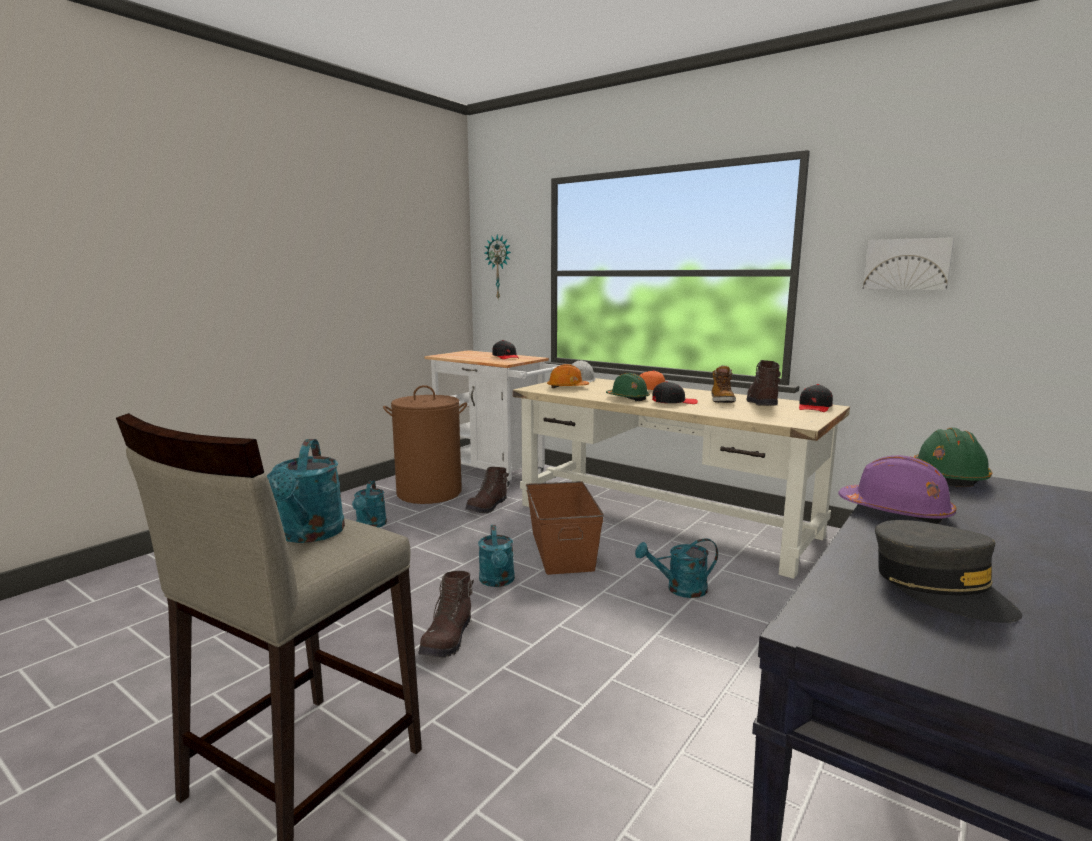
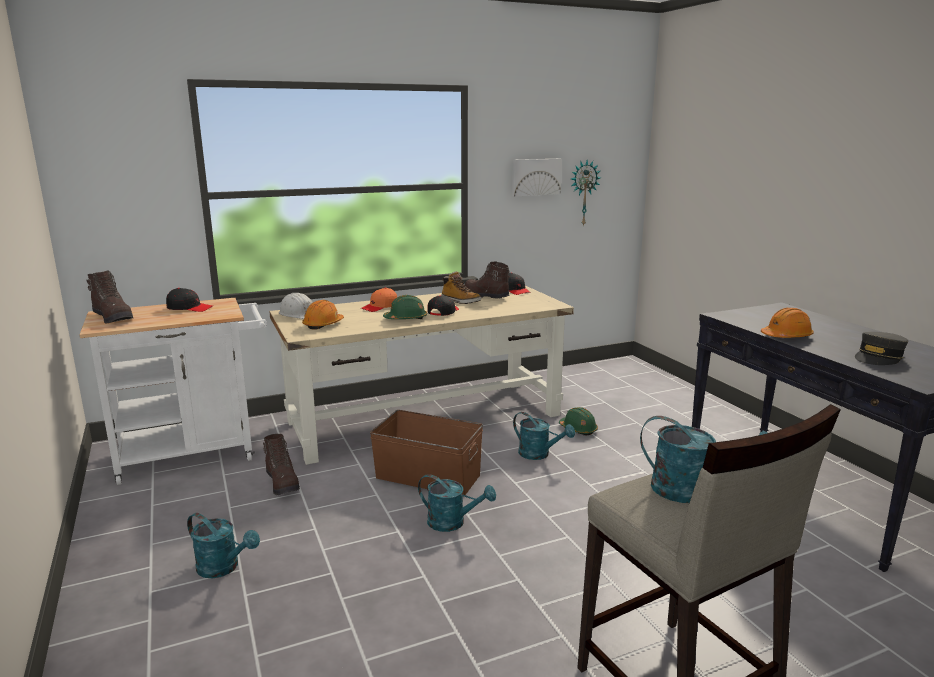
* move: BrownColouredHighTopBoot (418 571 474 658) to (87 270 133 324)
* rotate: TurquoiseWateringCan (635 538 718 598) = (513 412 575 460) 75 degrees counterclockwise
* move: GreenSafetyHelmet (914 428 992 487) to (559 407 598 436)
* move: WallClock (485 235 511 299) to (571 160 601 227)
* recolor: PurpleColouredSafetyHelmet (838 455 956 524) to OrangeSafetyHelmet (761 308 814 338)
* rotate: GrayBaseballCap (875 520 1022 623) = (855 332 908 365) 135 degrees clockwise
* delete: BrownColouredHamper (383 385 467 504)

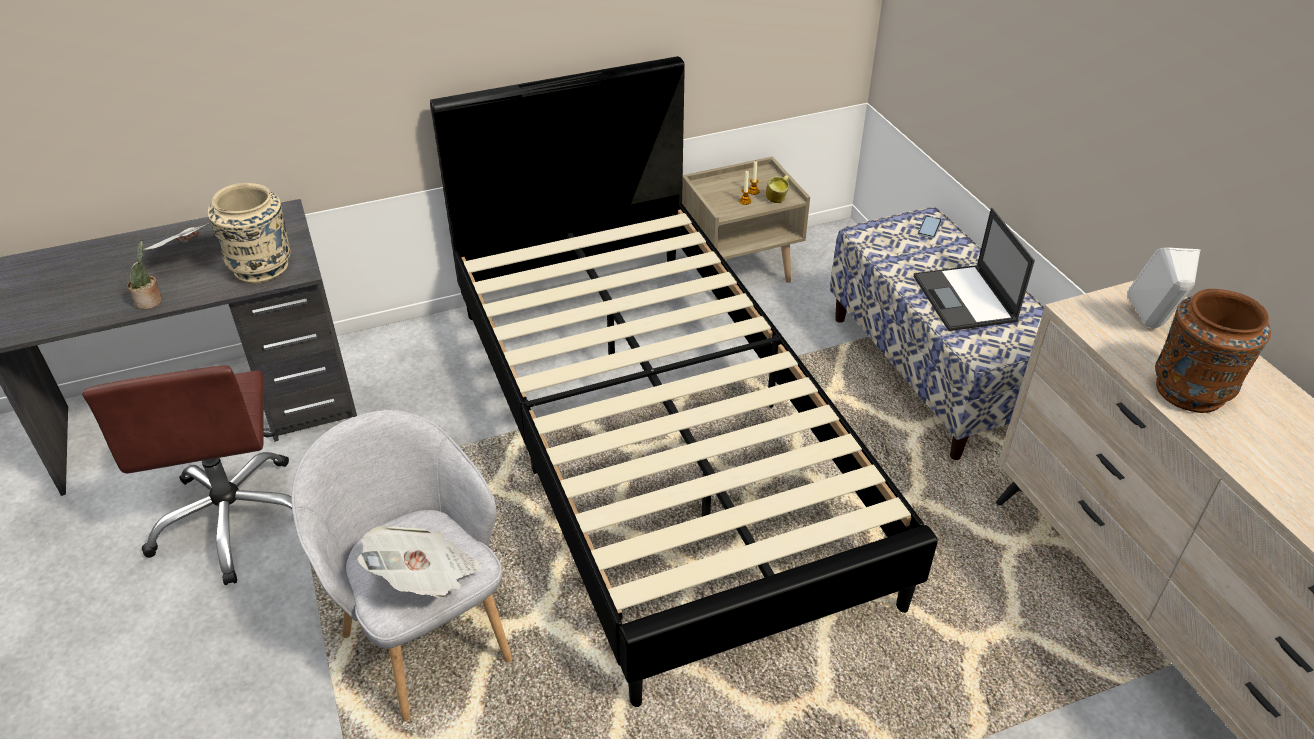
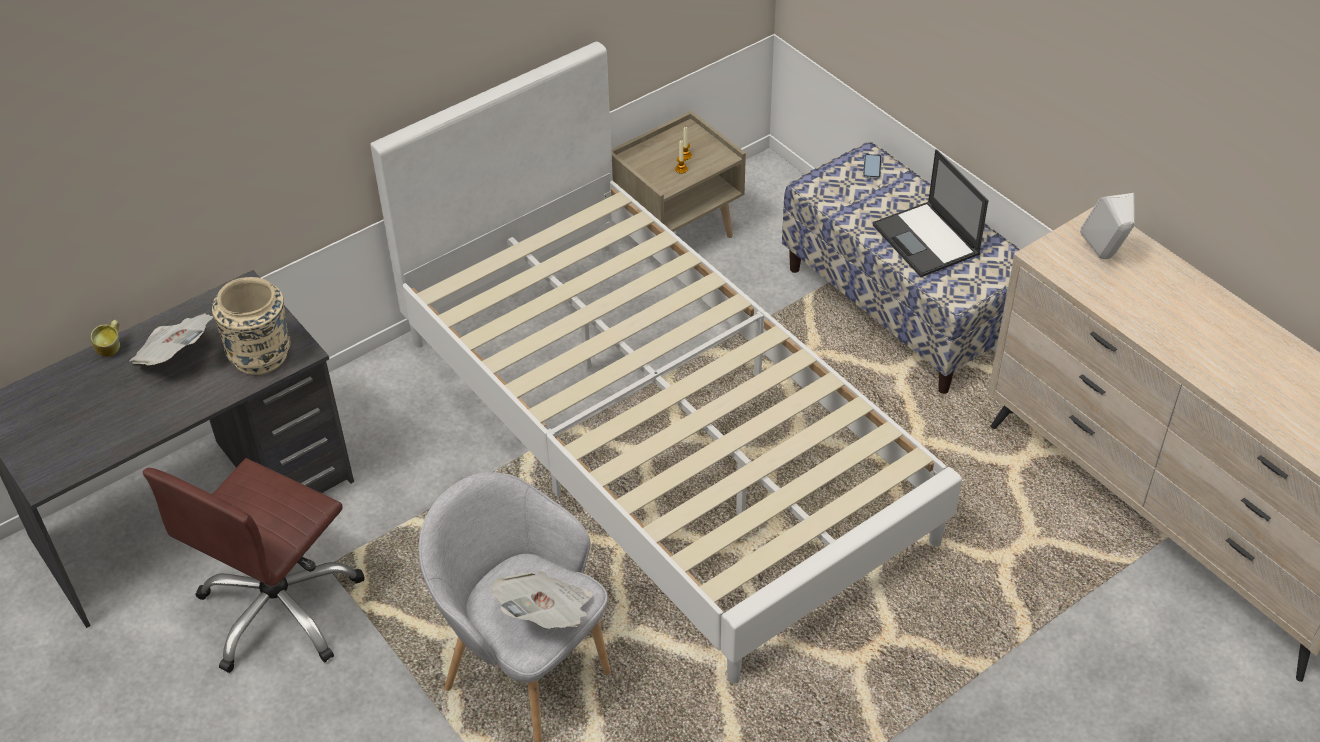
* move: CoffeeMug (766 175 789 203) to (91 320 120 357)
* rotate: BrownColouredComputerChair (82 366 292 585) = (143 458 365 673) 60 degrees clockwise
* recolor: BlackColouredBedroomBed (430 56 938 707) to WhiteColouredBedroomBed (371 41 962 684)
* delete: Houseplant (128 241 162 309)
* delete: BrownColouredDecorativeVase (1155 289 1271 413)

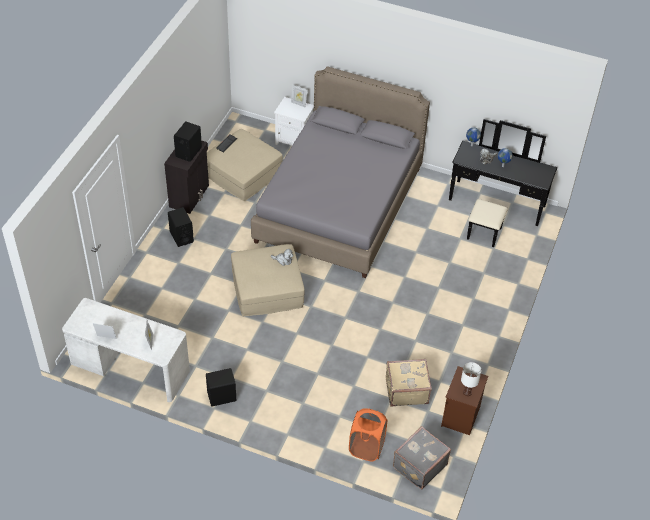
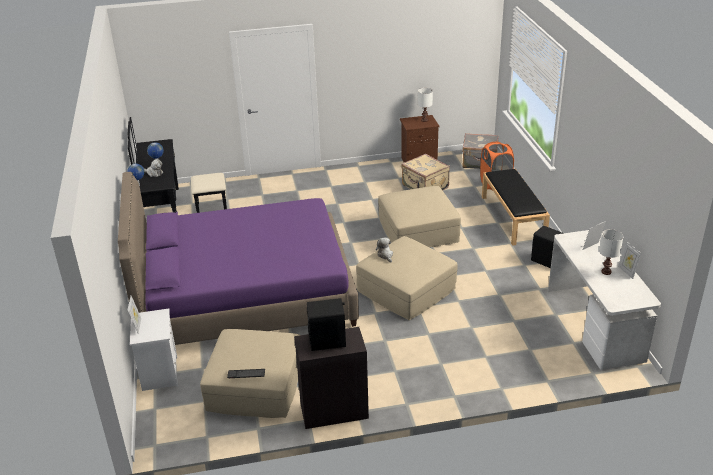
* recolor: GrayBedroomBed (251 66 430 278) to PurpleColouredBedroomBed (118 172 359 345)
* insert: SandColouredFootrest (378 186 461 247)
* insert: BlackColouredIndoorBench (482 169 550 246)
* insert: WhiteColouredTabletopLamp (599 229 624 275)
* delete: BlackColouredSpeaker (168 207 194 247)

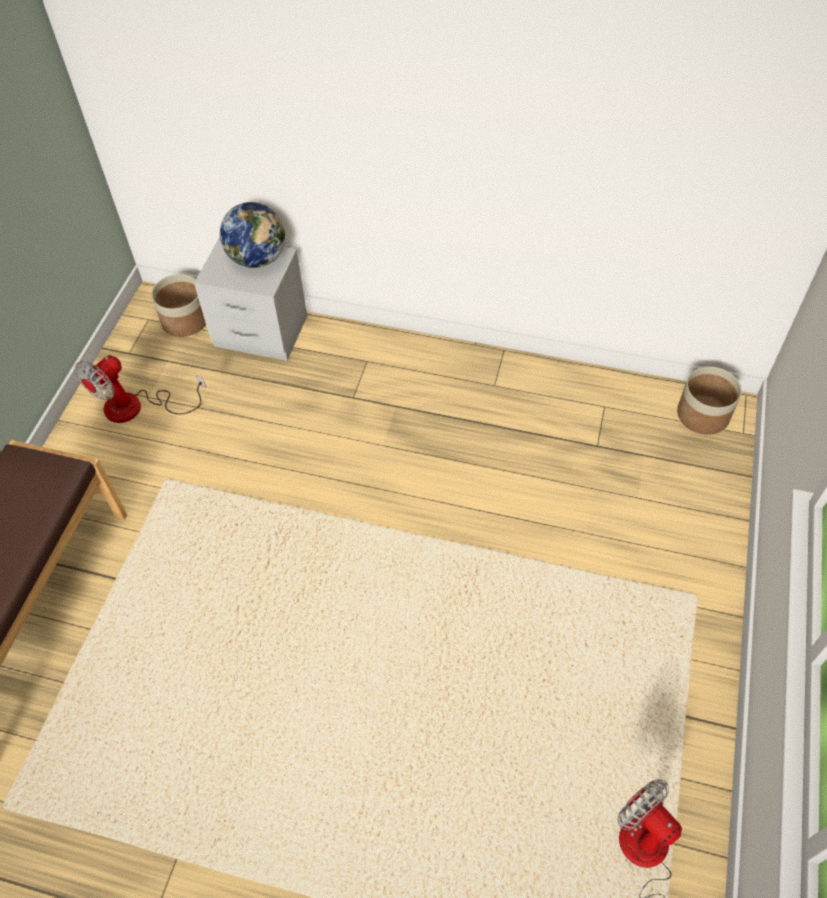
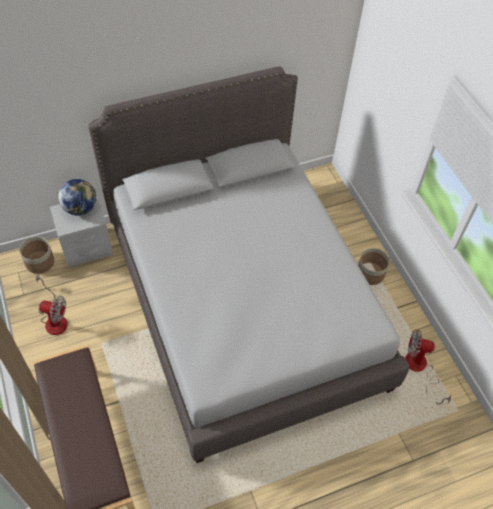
* rotate: Fan (75 355 206 423) = (36 274 67 335) 75 degrees counterclockwise
* insert: GrayBedroomBed (88 66 409 463)
* move: PlantPot (677 367 742 435) to (358 248 390 285)

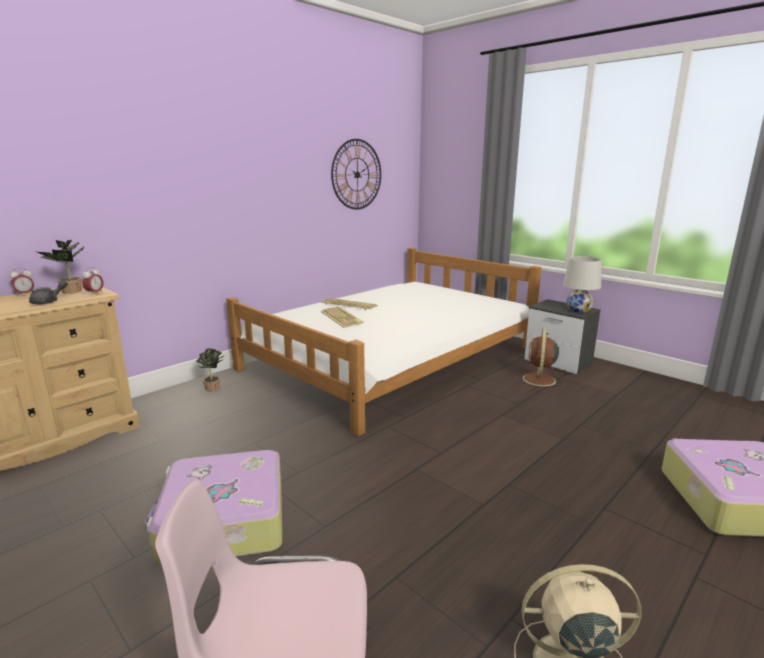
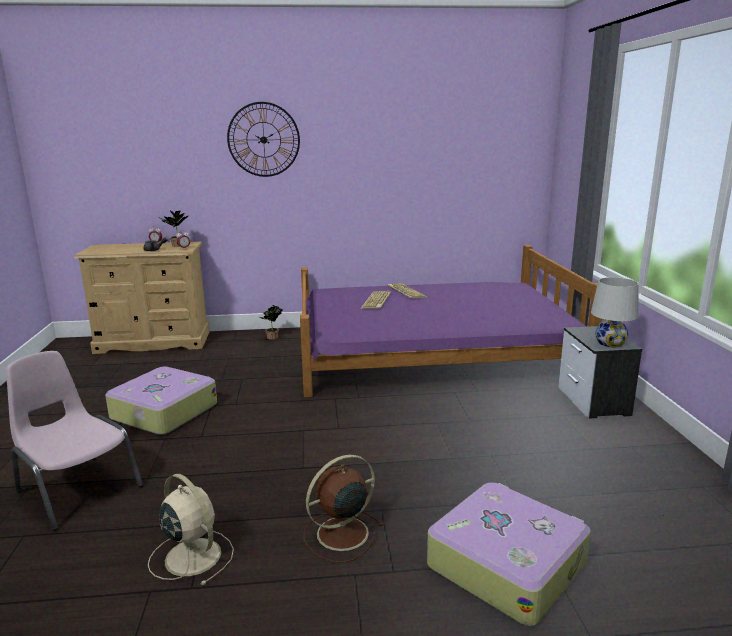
* move: WallClock (331 139 381 210) to (227 102 300 177)
* recolor: WhiteColouredBedroomBed (226 248 541 436) to PurpleColouredBedroomBed (300 245 602 397)
* move: BrownColouredFan (516 328 564 390) to (304 455 384 563)

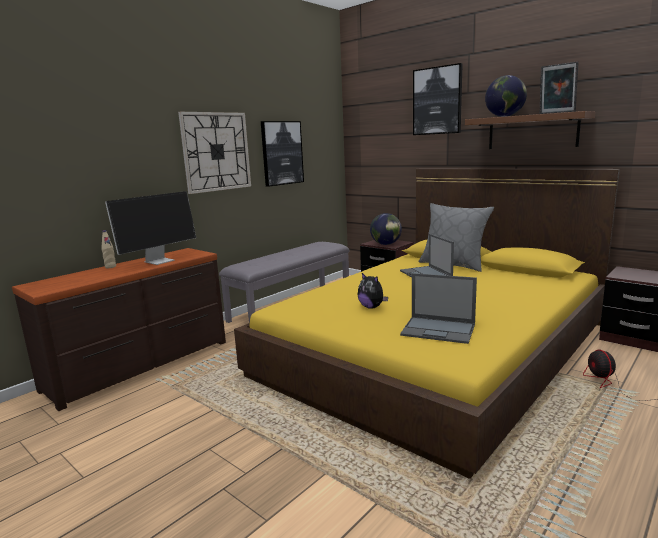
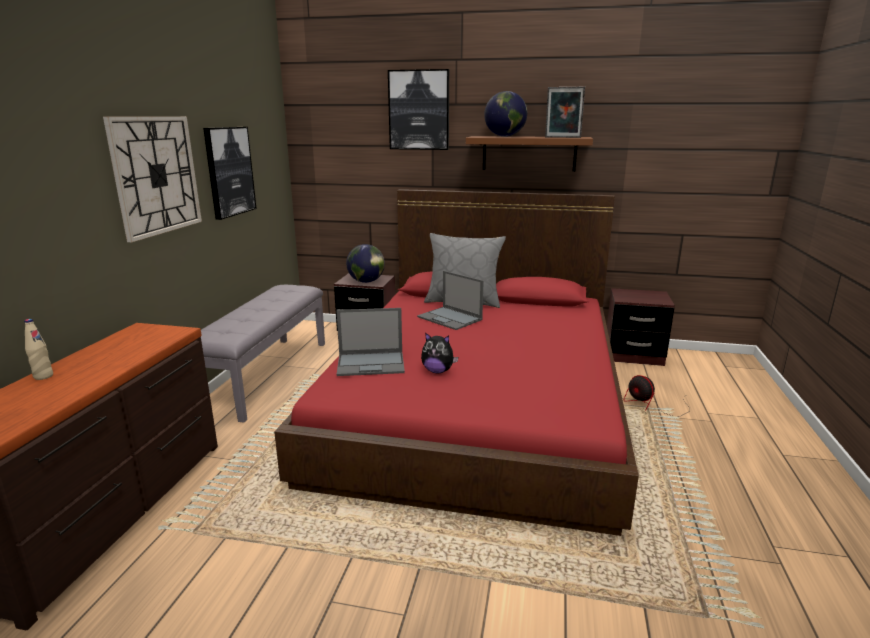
* recolor: YellowishBedroomBed (234 169 620 479) to RedColouredBedroomBed (274 189 639 536)
* move: NotebookComputer (400 273 477 344) to (336 308 405 376)
* delete: ComputerDisplay (105 191 196 265)

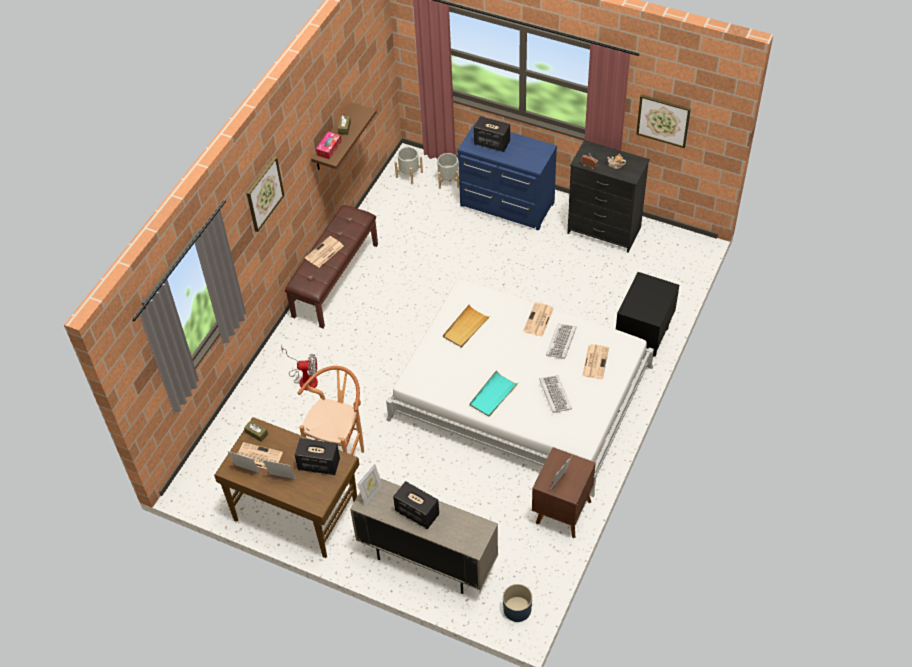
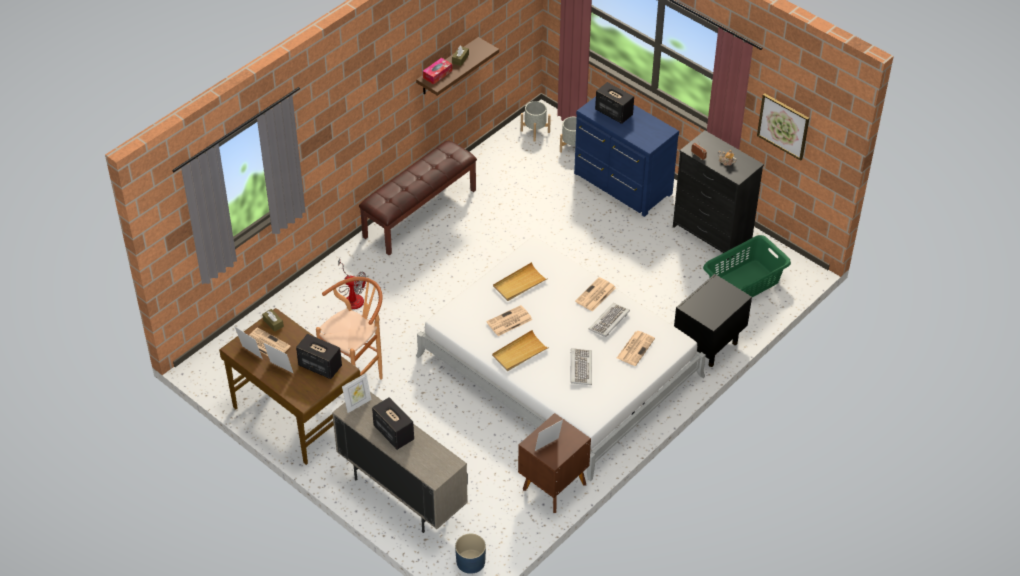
* move: PrintedPaper (305 236 343 267) to (486 305 532 336)
* recolor: TurquoiseServingTray (469 370 518 417) to SandColouredServingTray (492 330 549 371)
* insert: GreenHamper (703 235 791 297)
* delete: Picture (247 156 285 232)

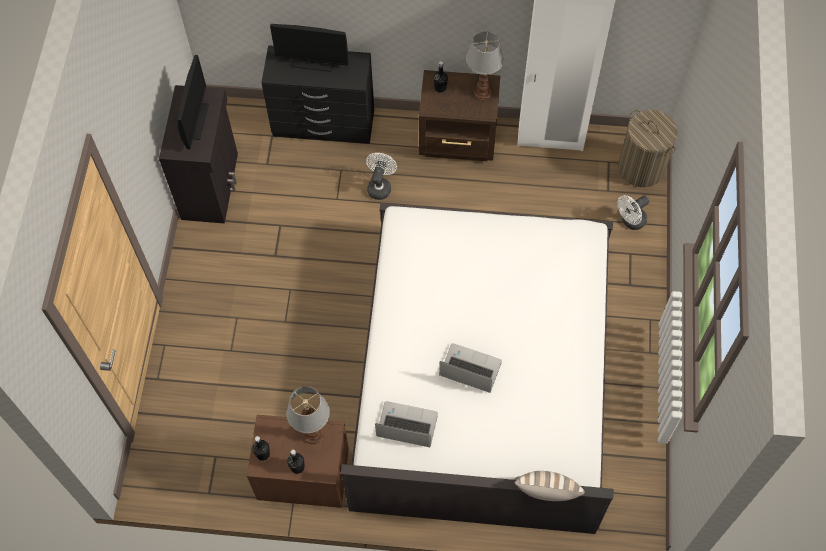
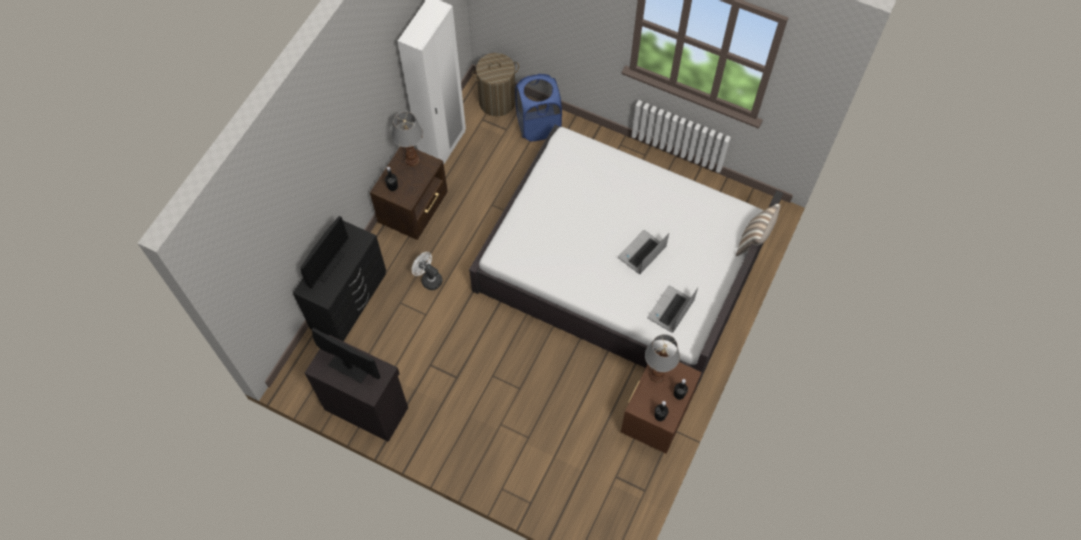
* replace: WhiteColouredFan (617 195 649 230) to BlueHamper (515 74 562 141)

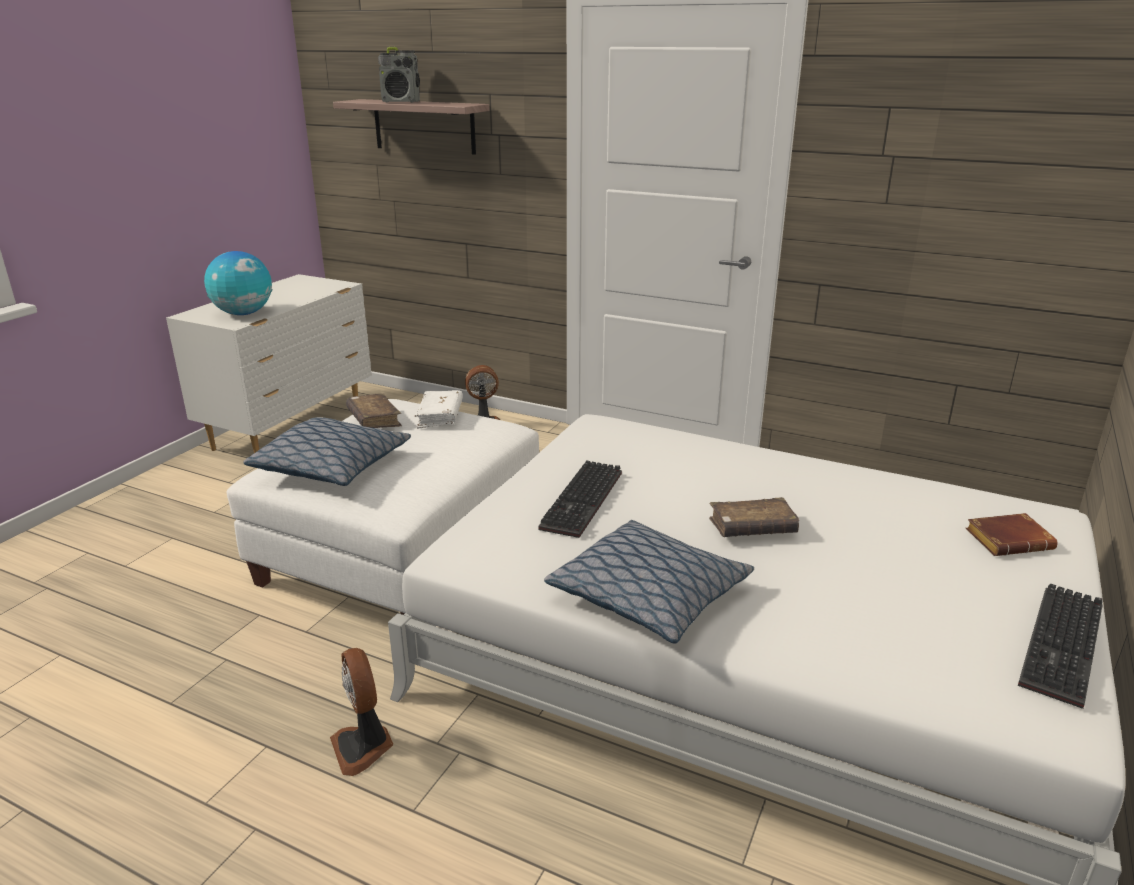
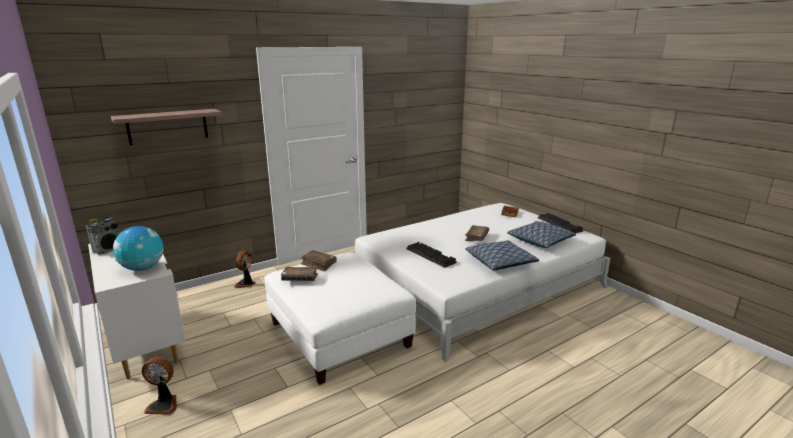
* move: RadioSet (378 47 420 103) to (86 217 120 255)
* move: Fan (330 648 393 776) to (142 357 177 415)
* recolor: WhiteColouredVolume (415 390 463 429) to BrownColouredVolume (300 250 337 271)
* move: ThrowPillow (243 417 411 486) to (507 221 576 248)

